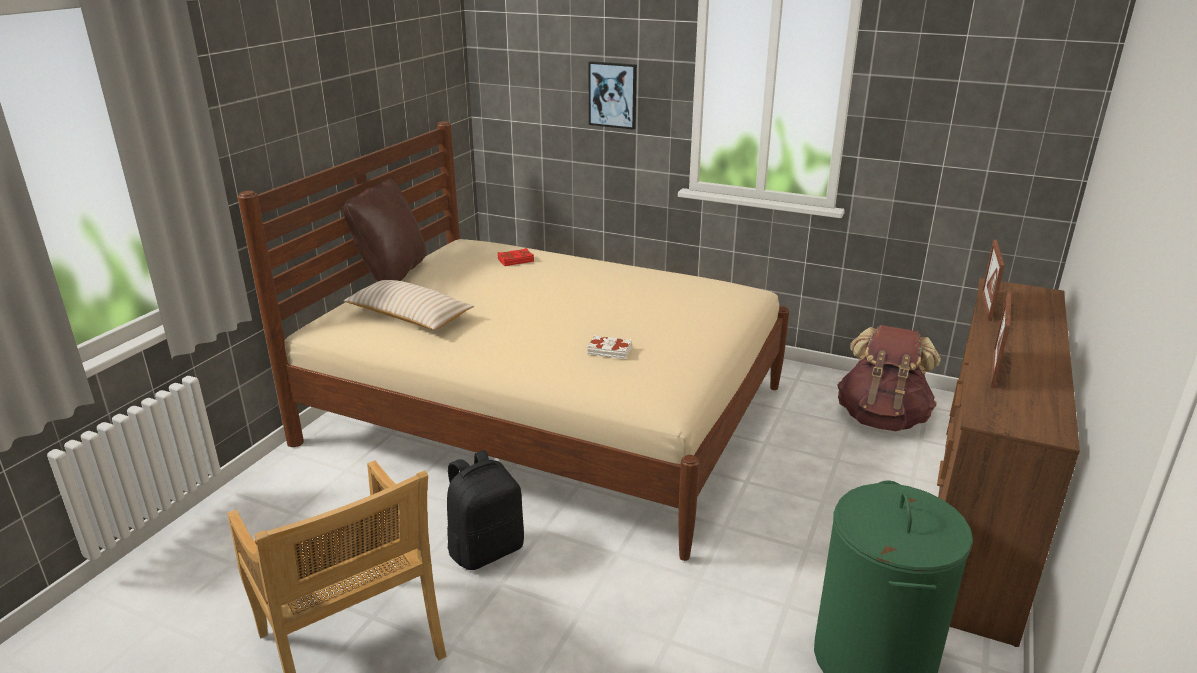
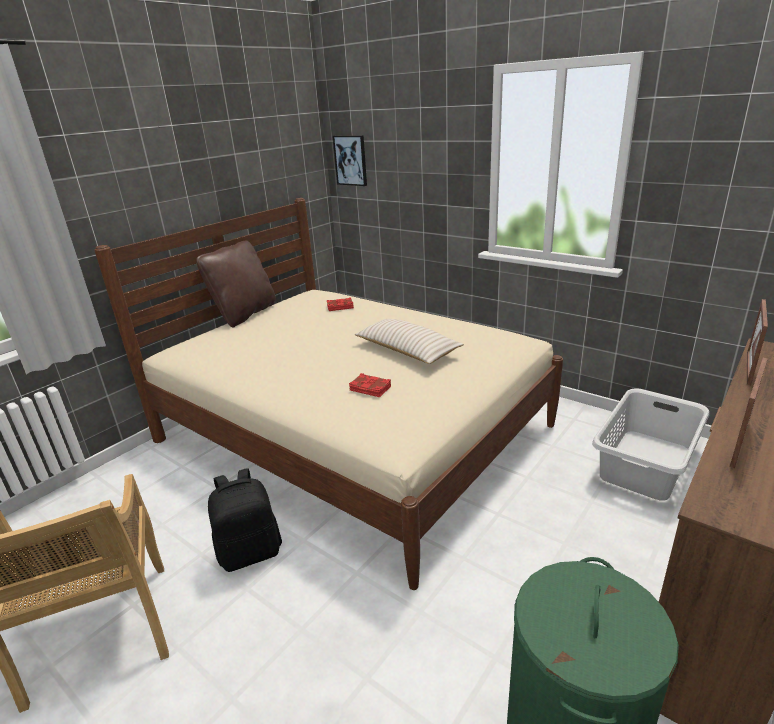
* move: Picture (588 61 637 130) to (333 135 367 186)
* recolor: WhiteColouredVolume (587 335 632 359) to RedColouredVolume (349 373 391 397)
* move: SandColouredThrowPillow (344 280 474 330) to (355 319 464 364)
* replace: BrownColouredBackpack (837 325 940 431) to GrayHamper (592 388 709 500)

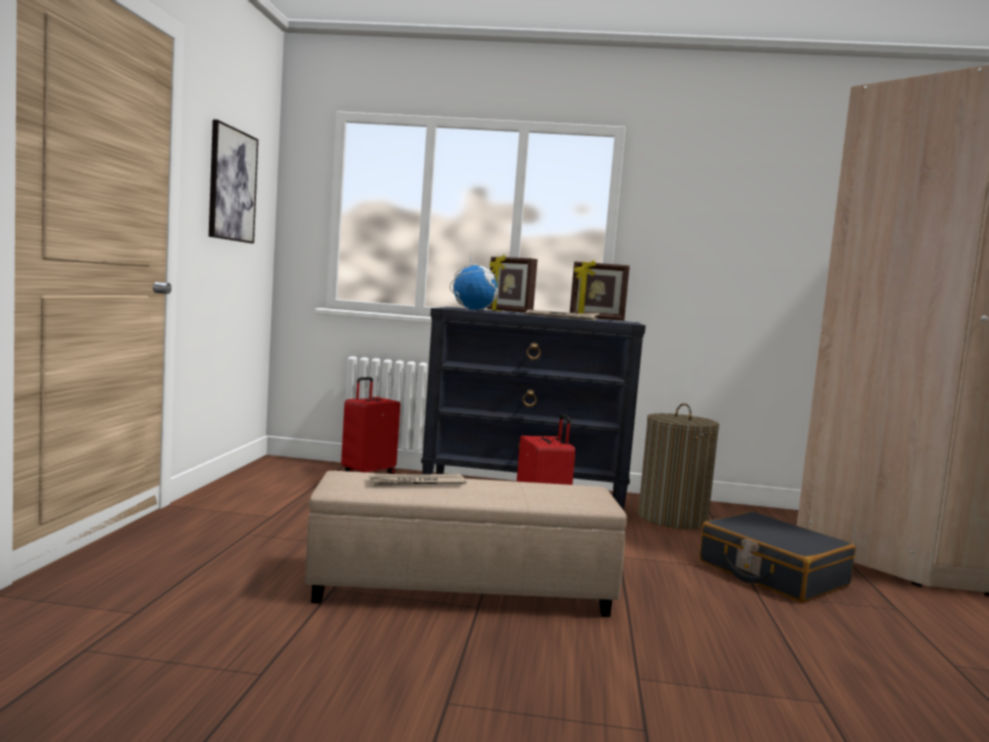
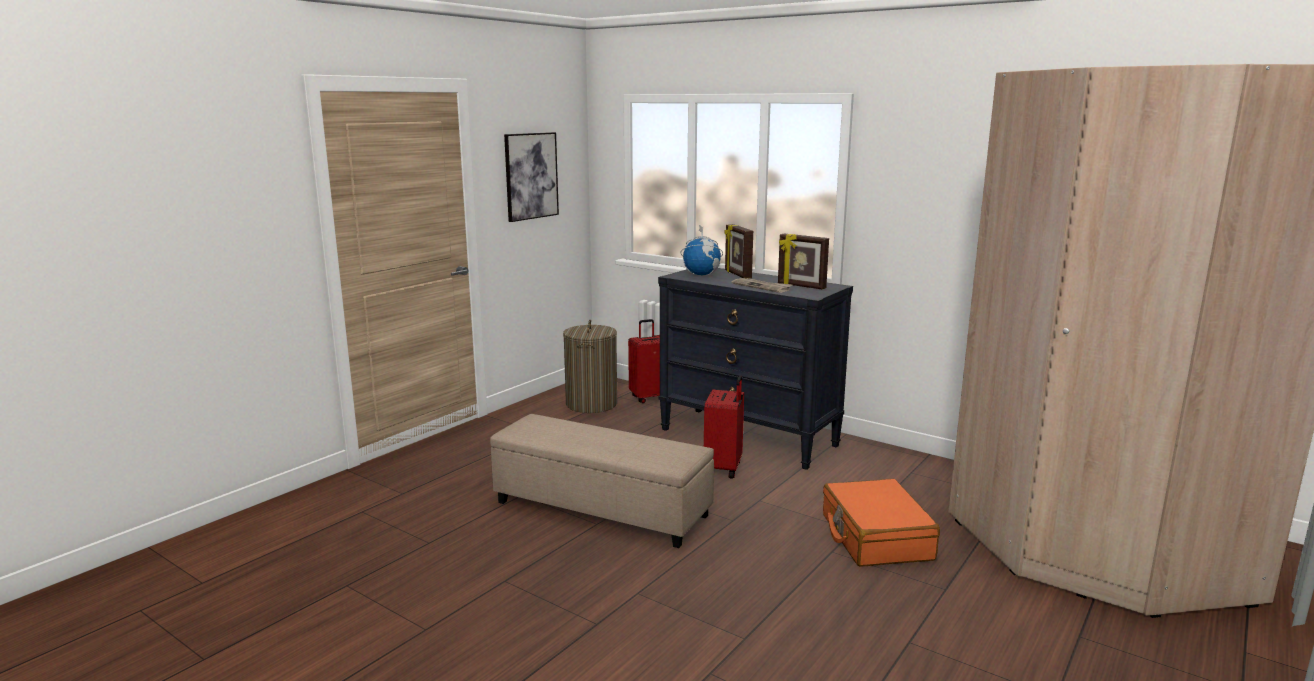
* move: Hamper (638 403 719 529) to (563 319 617 413)
* recolor: BlackColouredTravelCase (700 511 856 603) to OrangeTravelCase (823 479 940 567)
* delete: PrintedPaper (369 474 467 486)

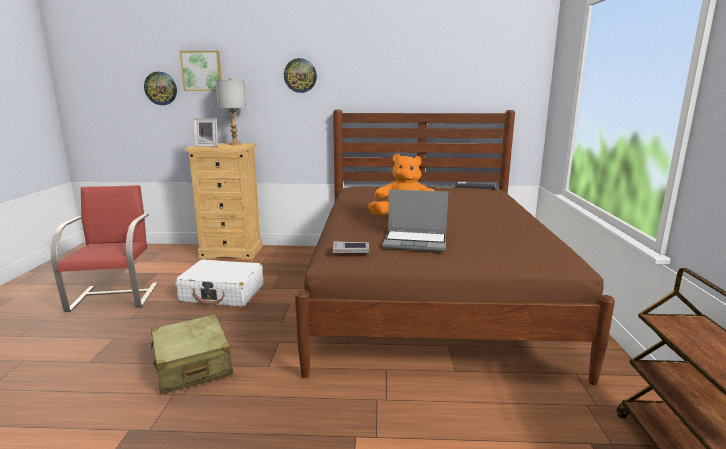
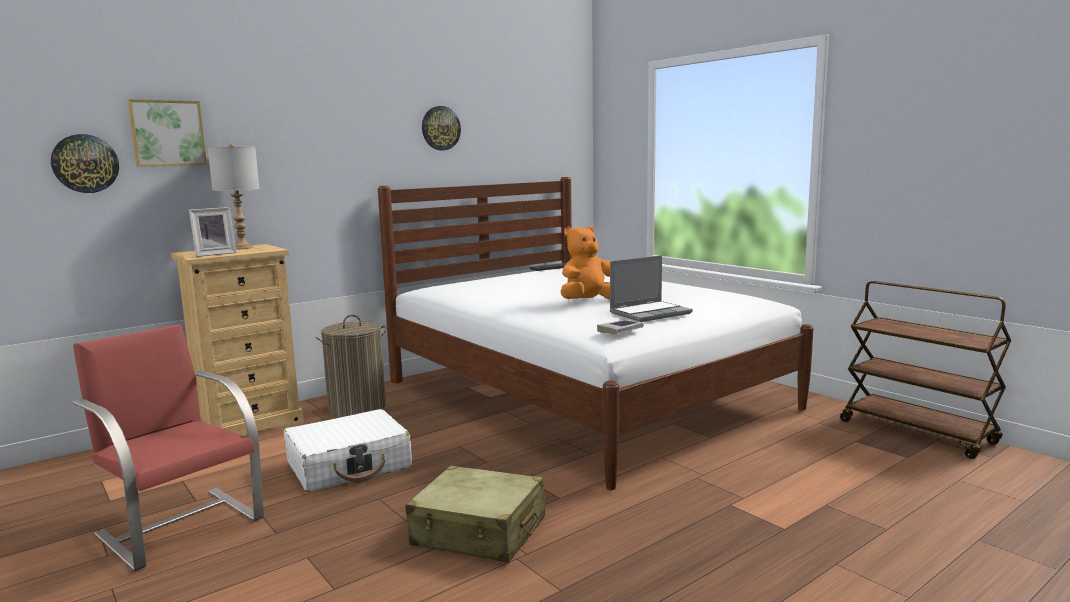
* insert: Hamper (315 314 387 417)
* recolor: BrownColouredBedroomBed (295 110 615 385) to WhiteColouredBedroomBed (378 177 814 490)
* move: WallClock (284 58 317 93) to (422 106 461 150)

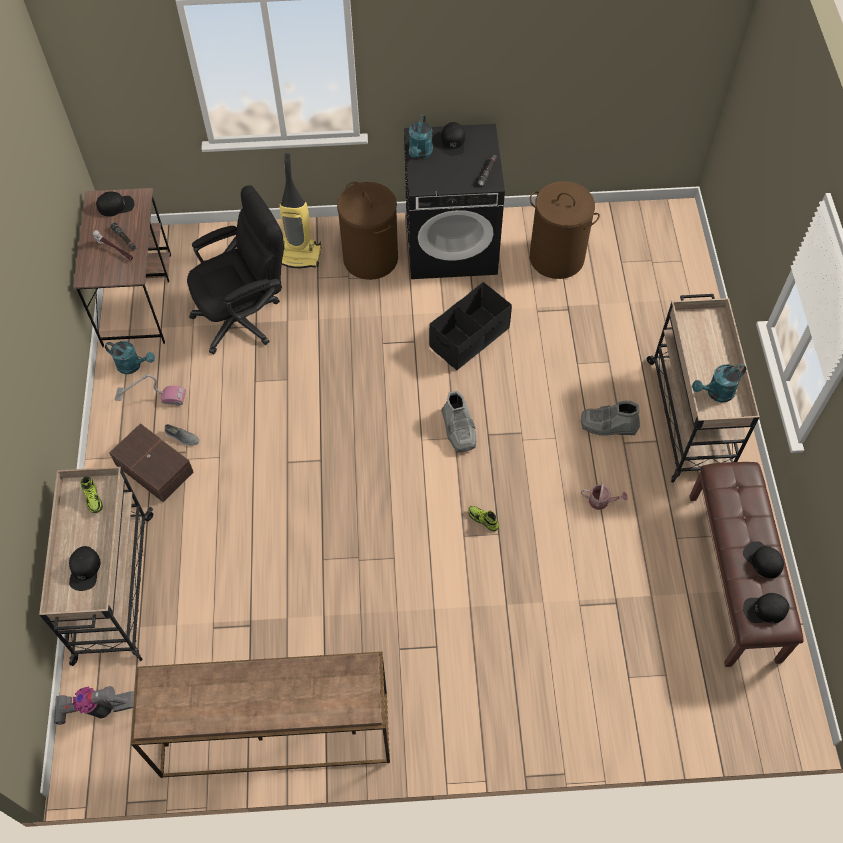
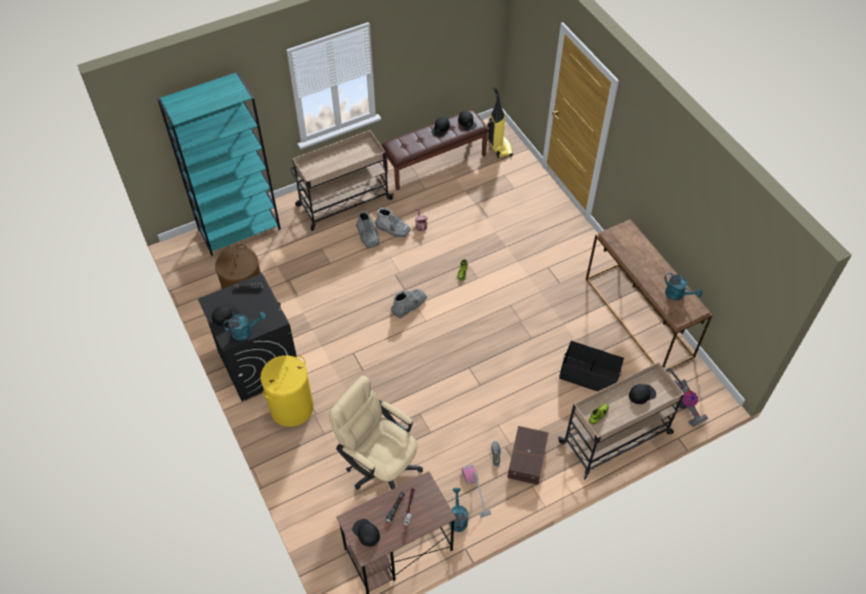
* insert: TurquoiseBookcase (158 73 281 256)
* recolor: BrownColouredHamper (337 182 398 280) to YellowishHamper (260 355 314 427)
* recolor: BlackColouredComputerChair (187 185 284 354) to SandColouredComputerChair (329 376 423 490)
* insert: GrayHighTopBoot (375 208 411 237)
* move: VacuumCleaner (280 153 321 268) to (487 87 513 158)
* move: BlackColouredStorageContainer (429 282 512 370) to (559 341 624 392)
* move: TurquoiseWateringCan (692 364 747 402) to (665 273 702 300)

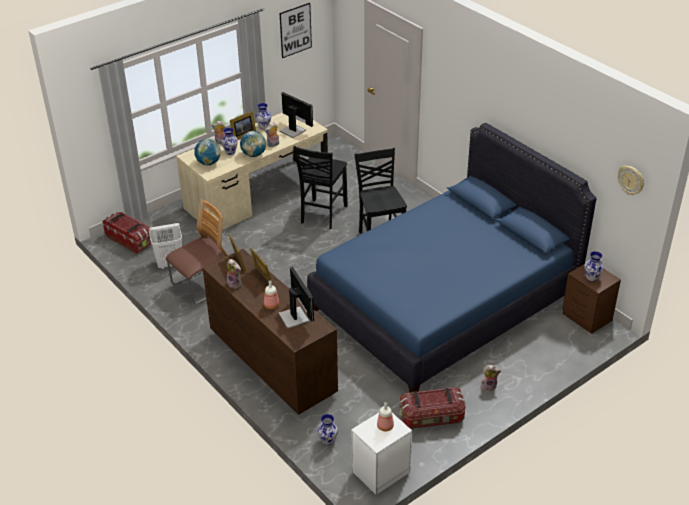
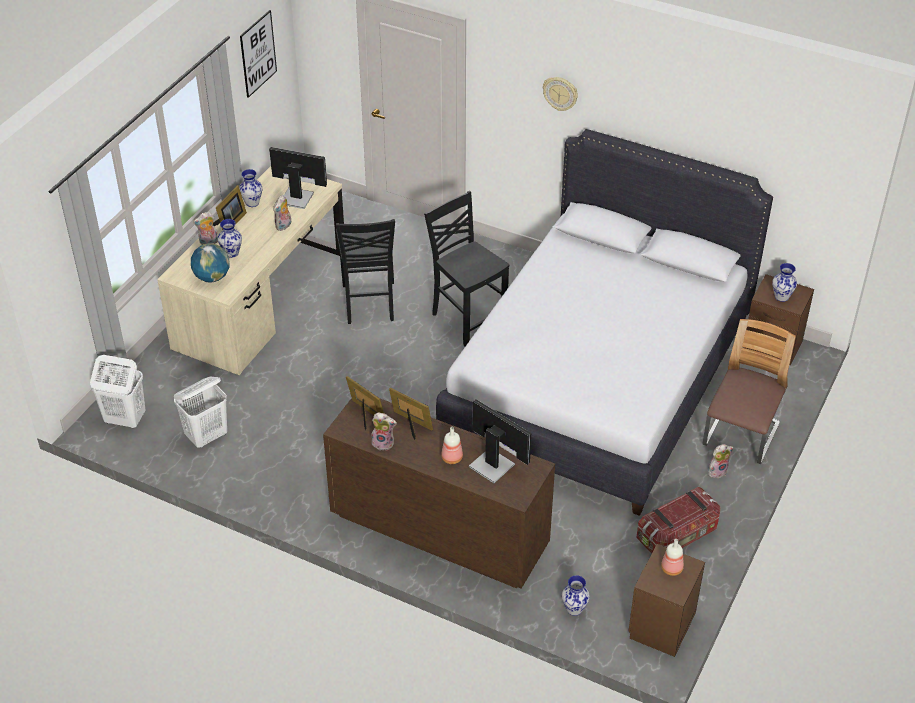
* replace: StorageContainer (102 212 151 254) to WhiteColouredHamper (90 355 145 428)
* recolor: BlueBedroomBed (307 123 597 393) to WhiteColouredBedroomBed (436 129 773 516)
* move: WallClock (618 165 644 195) to (543 77 578 111)
* recolor: WhiteColouredNightTable (351 413 412 495) to BrownColouredNightTable (628 544 705 657)
* move: UprightChair (166 199 228 304) to (703 319 796 464)
* delete: DeskGlobe (240 131 266 157)

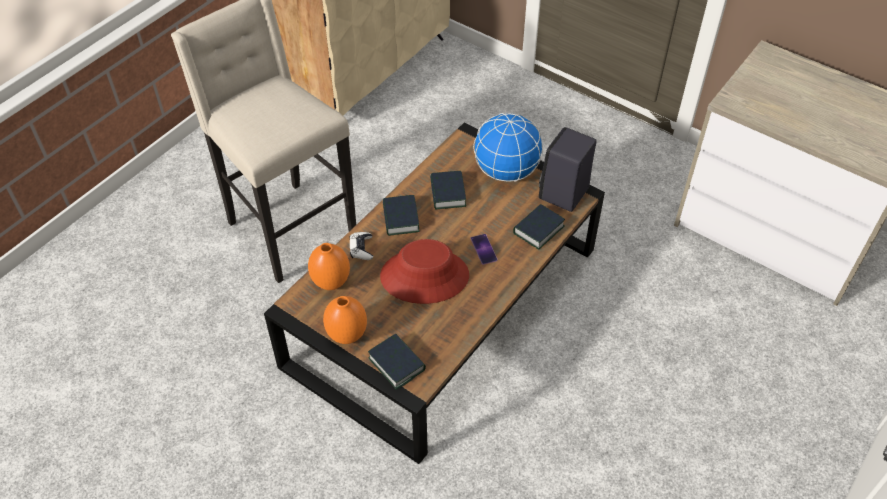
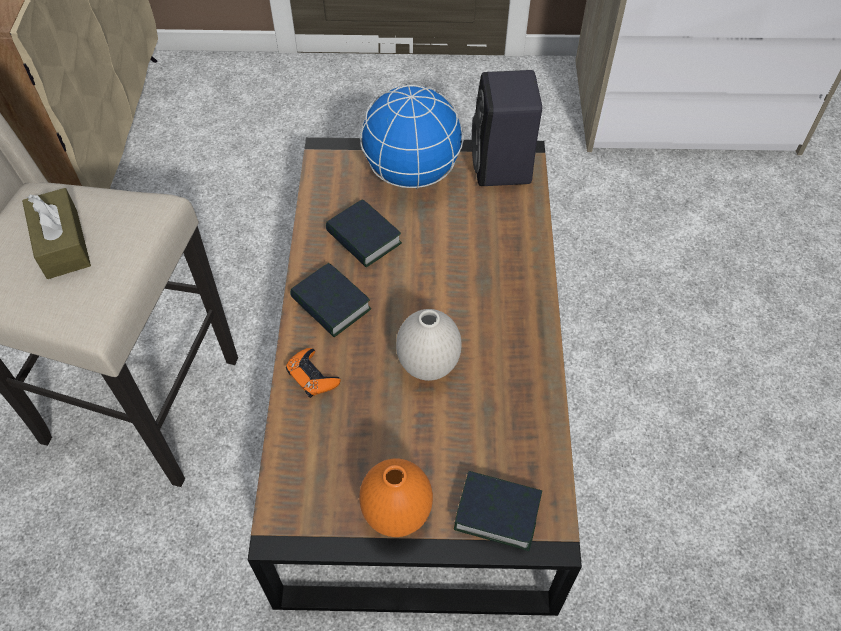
* insert: BrownColouredTissueHolder (22 188 91 279)
* recolor: WhiteColouredGamepad (350 232 373 260) to OrangeGamepad (286 348 341 398)
* replace: RedColouredWearableHat (380 239 469 304) to WhiteColouredDecorativeVase (396 309 462 381)
* delete: OrangeDecorativeVase (308 243 350 290)
* delete: Telephone (471 234 498 265)
* delete: Volume (513 204 565 249)

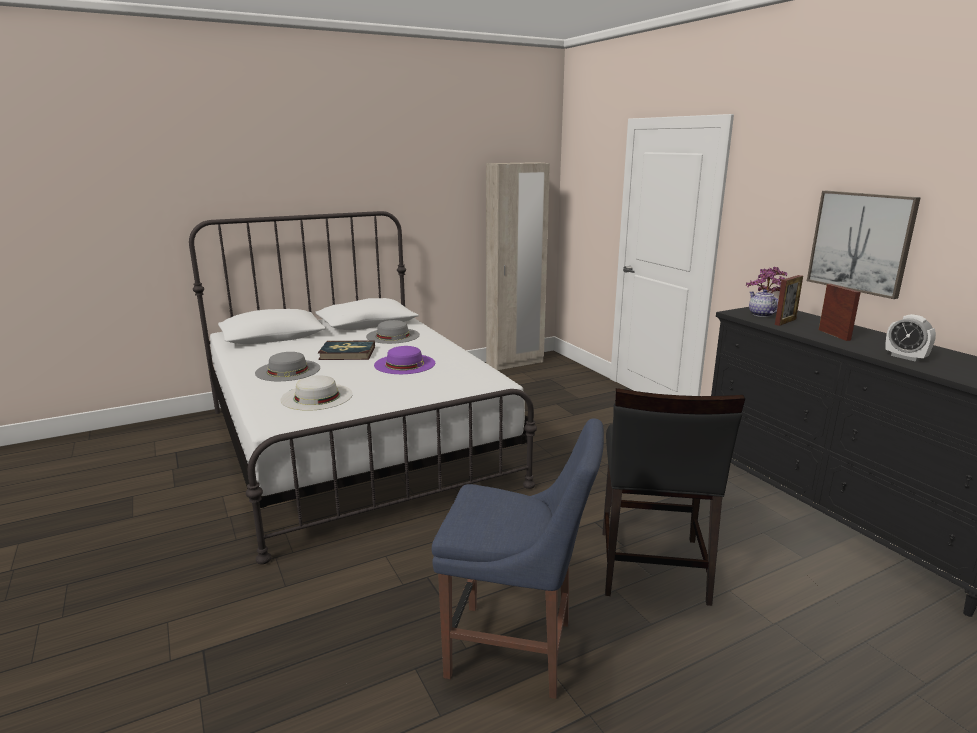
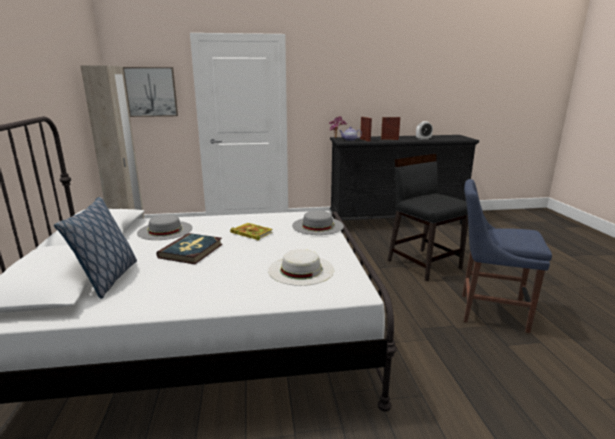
* insert: ThrowPillow (54 197 137 299)
* move: Picture (807 191 921 299) to (123 67 178 117)
* replace: PurpleColouredWearableHat (374 346 435 374) to Volume (230 223 273 241)
* move: GrayWearableHat (255 352 320 381) to (292 210 344 235)
* rotate: BlackColouredUprightChair (602 388 745 606) = (388 154 468 282) 150 degrees counterclockwise
* rotate: BlueUprightChair (432 418 604 699) = (462 179 552 333) 105 degrees counterclockwise

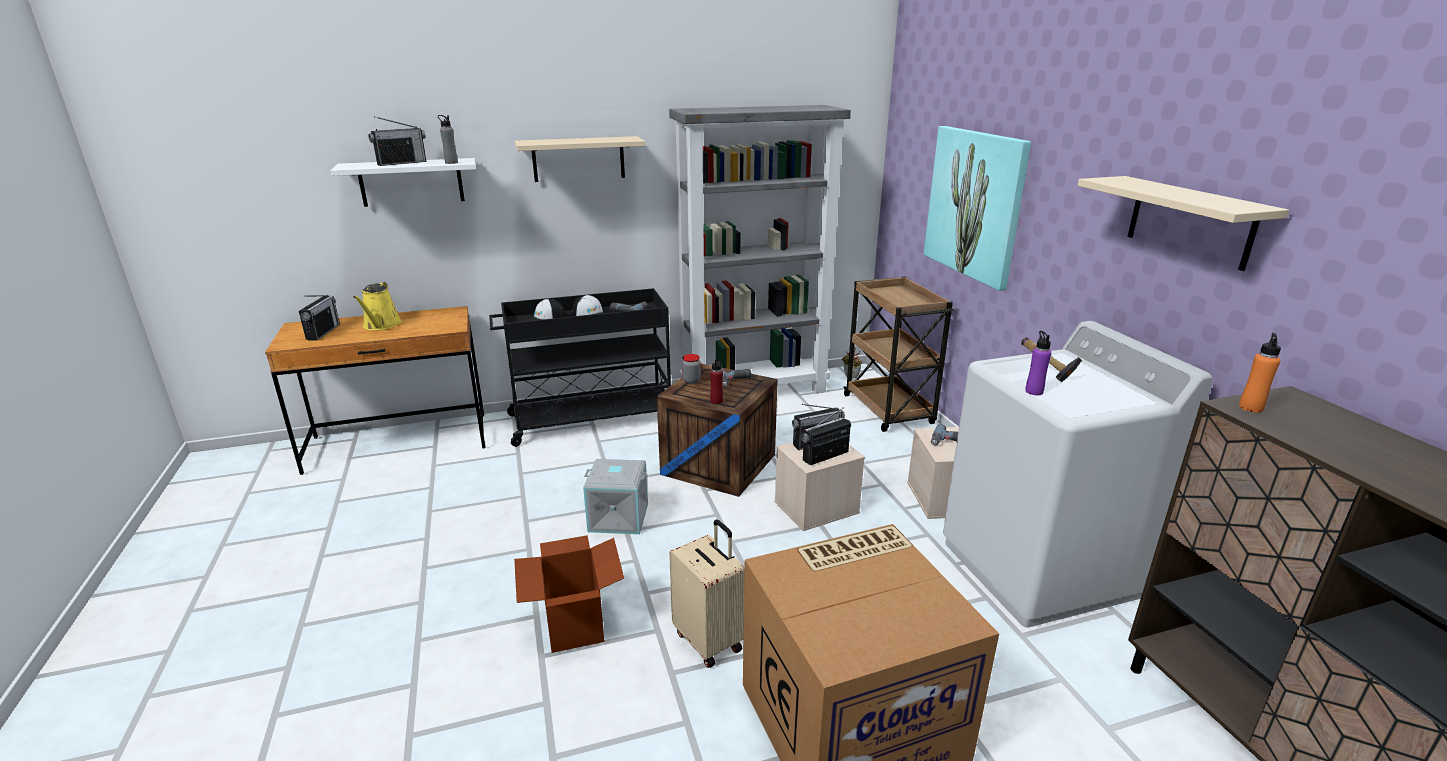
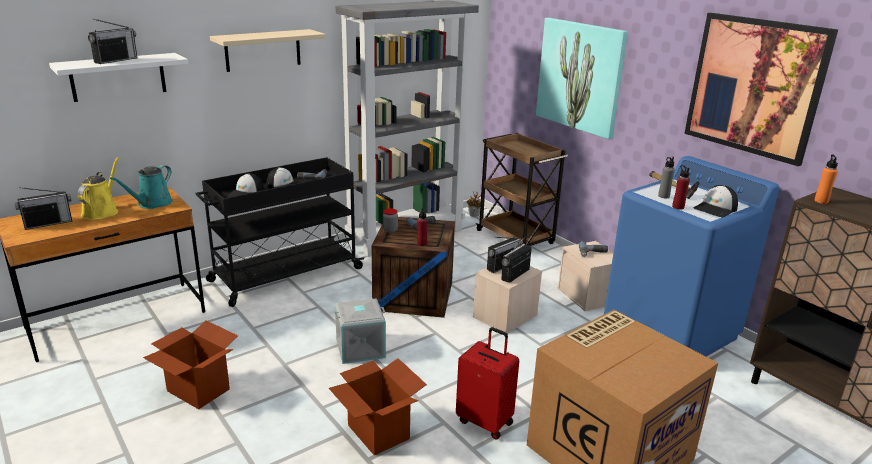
* rotate: RadioSet (299 295 340 341) = (14 187 72 230) 75 degrees clockwise
* rotate: YellowishWateringCan (353 282 402 330) = (78 157 119 220) 150 degrees counterclockwise
* insert: TurquoiseWateringCan (110 165 173 209)
* insert: CardboardBox (143 320 238 409)
* recolor: SandColouredTravelCase (669 519 744 668) to RedColouredTravelCase (456 327 519 440)
* recolor: WhiteColouredWashingMachine (943 321 1213 628) to BlueWashingMachine (604 156 779 357)
* move: GrayBeverageBottle (438 115 458 164) to (658 157 675 198)
* recolor: PurpleColouredBeverageBottle (1025 331 1051 395) to RedColouredBeverageBottle (672 165 690 209)
* replace: SandColouredShelf (1077 176 1289 271) to Picture (684 13 838 166)
* insert: BaseballCap (693 185 738 218)

